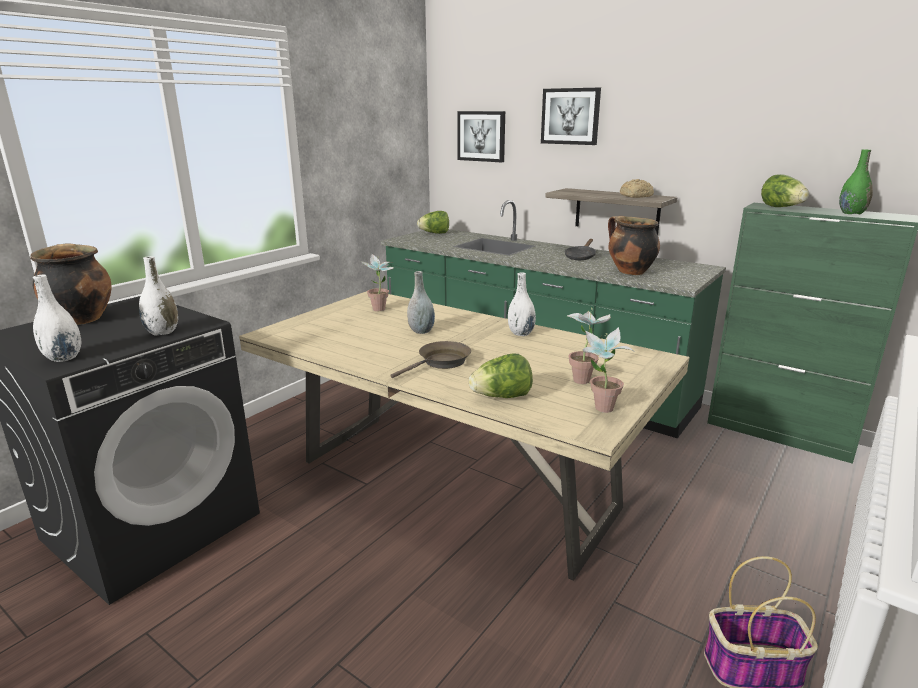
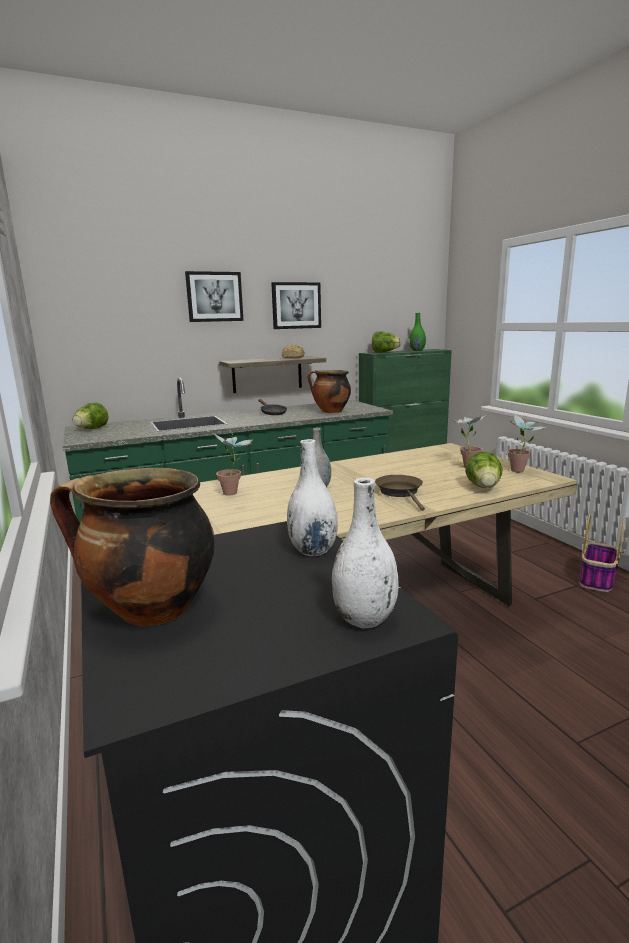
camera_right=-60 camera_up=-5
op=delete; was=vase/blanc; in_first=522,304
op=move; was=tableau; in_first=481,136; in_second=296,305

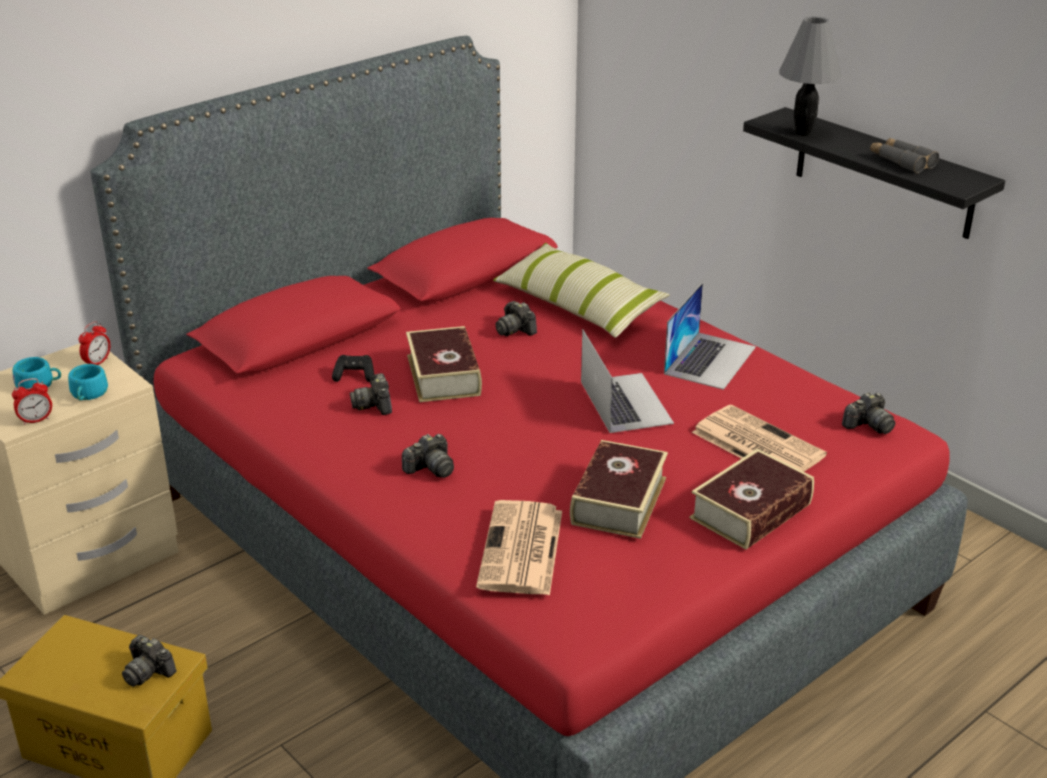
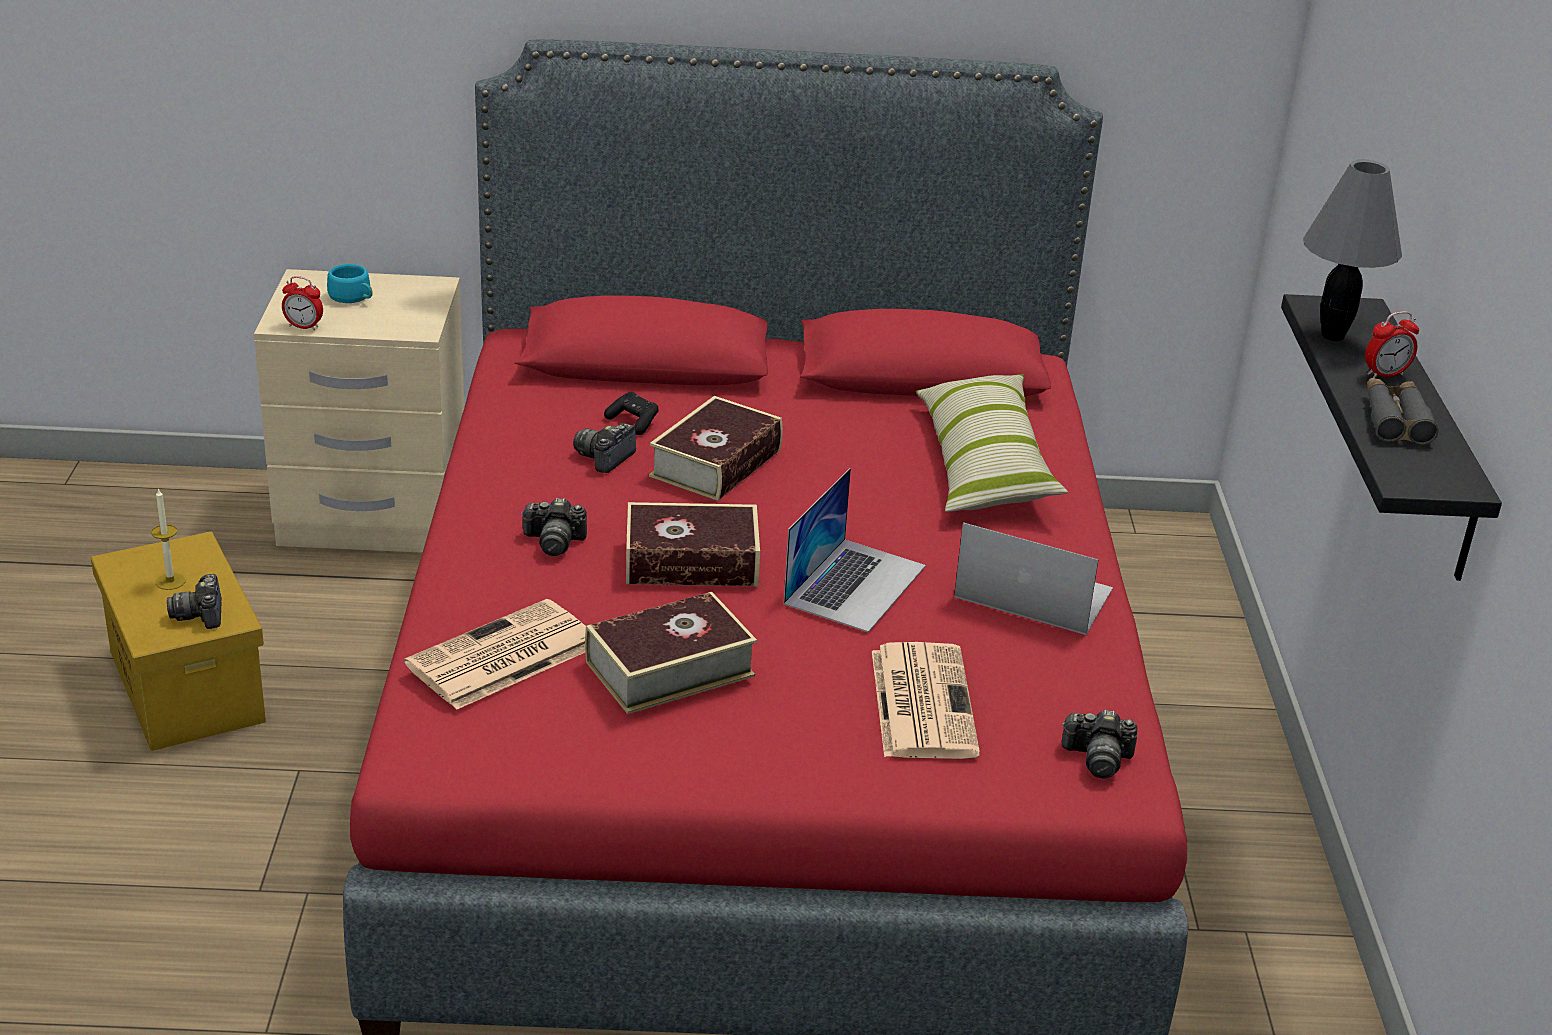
camera_right=40 camera_up=0
op=delete; was=tasse/turquoise; in_first=88,382
op=delete; was=appareil photo; in_first=516,318
op=insert; now=bougie; in_second=168,539
op=move; was=réveil; in_first=94,343; in_second=1392,344
op=move; was=livre; in_first=752,499; in_second=693,544
op=rotate; was=ordinateur portable; in_first=710,336; in_second=1033,578; clockwise=-135

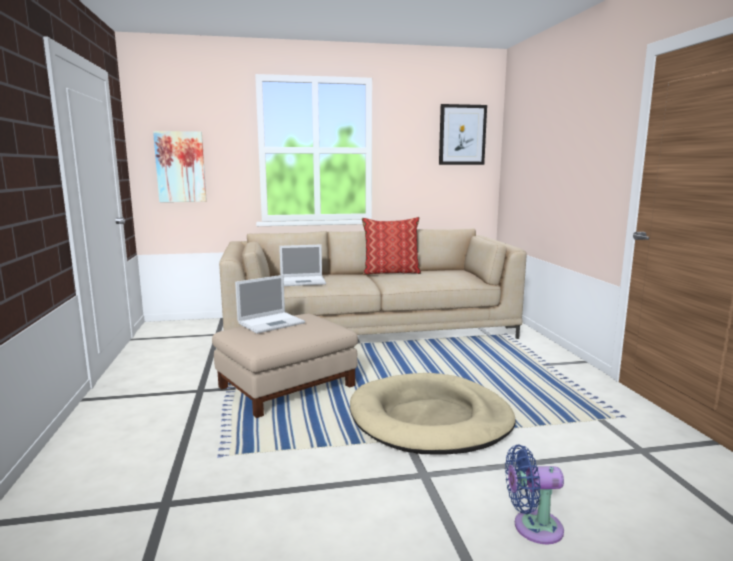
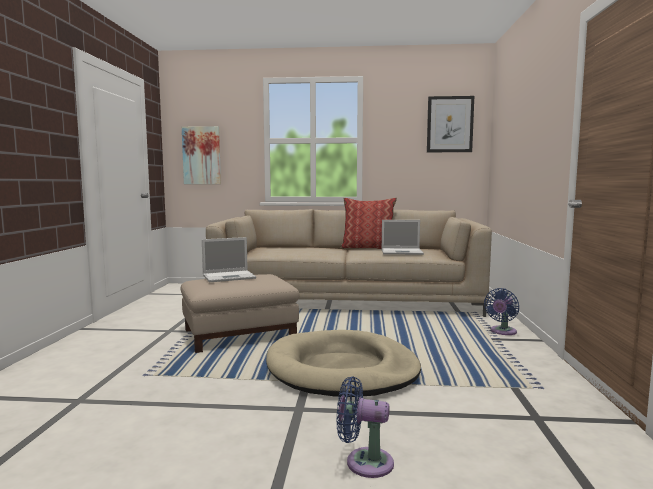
camera_right=15 camera_up=-5
op=insert; now=ventilateur/bleu; in_second=501,311
op=move; was=ordinateur portable; in_first=302,265; in_second=403,237

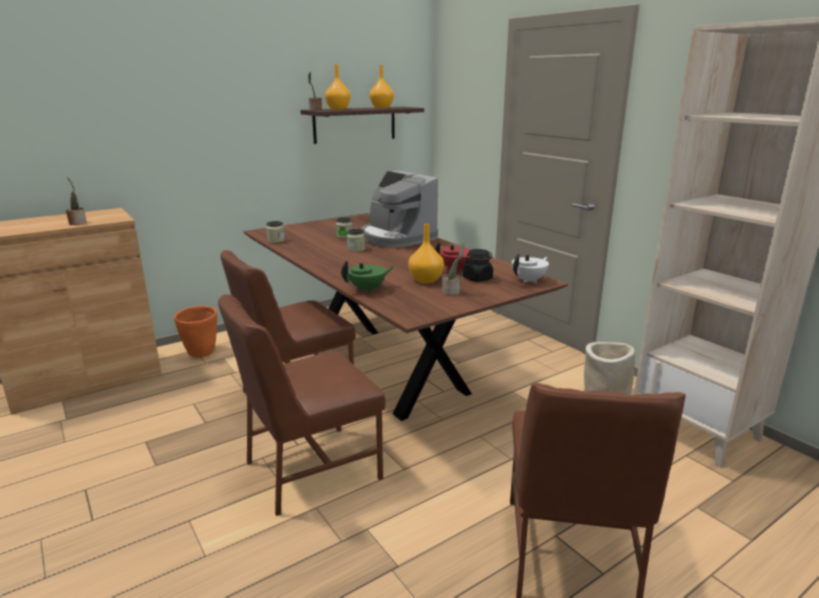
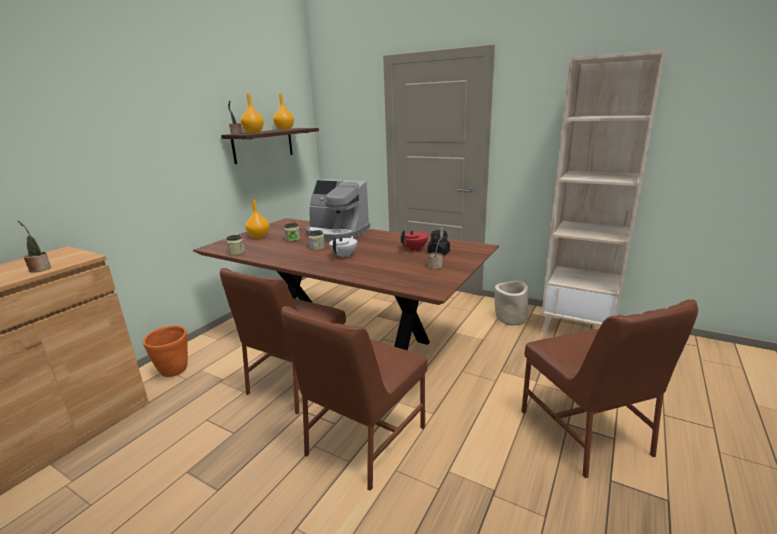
camera_right=-25 camera_up=0
op=delete; was=théière/vert; in_first=367,276
op=move; was=vase/orange; in_first=426,253; in_second=257,219
op=move; was=théière/blanc; in_first=530,268; in_second=343,247

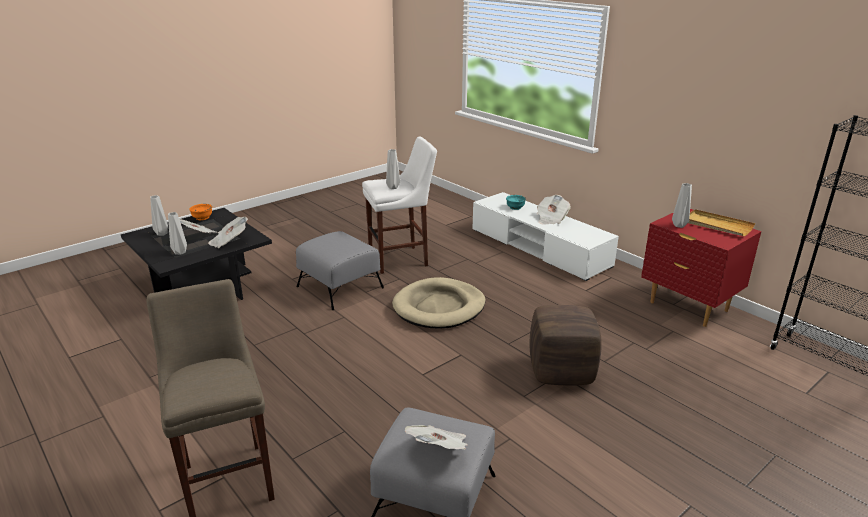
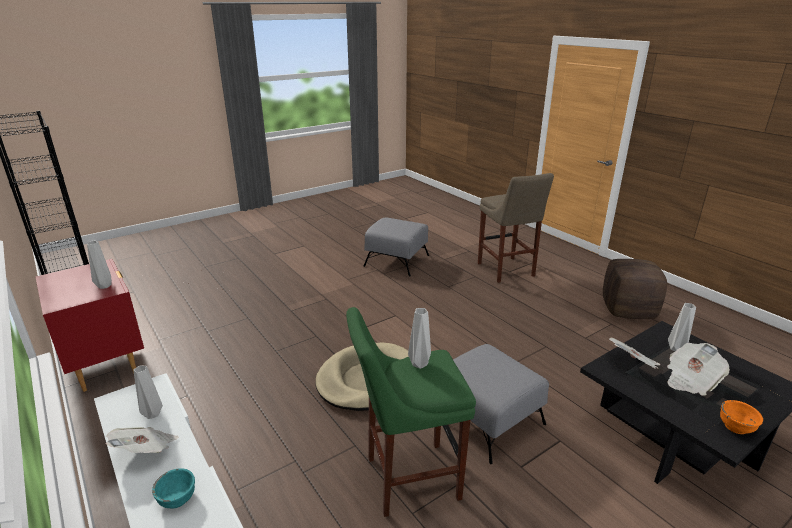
camera_right=-175 camera_up=0
op=delete; was=journal; in_first=436,437
op=delete; was=plateau/beige; in_first=721,223
op=move; was=vase/gris; in_first=159,215; in_second=148,392
op=move; was=pouf/marron; in_first=566,345; in_second=635,289
op=recolor; was=tabouret/blanc; now=tabouret/vert; in_first=399,205; in_second=411,412

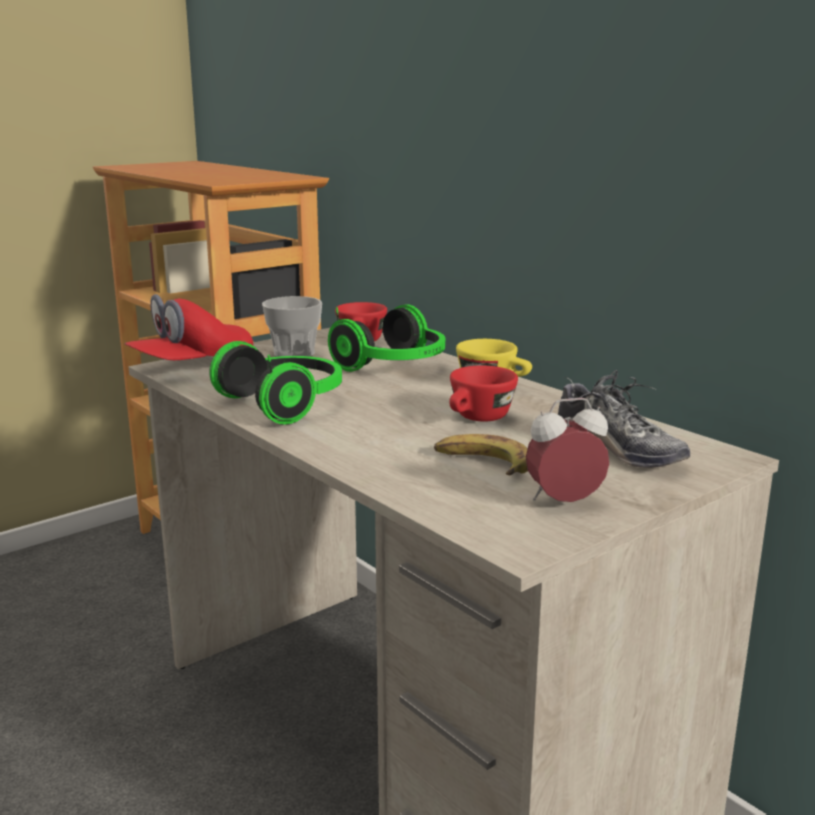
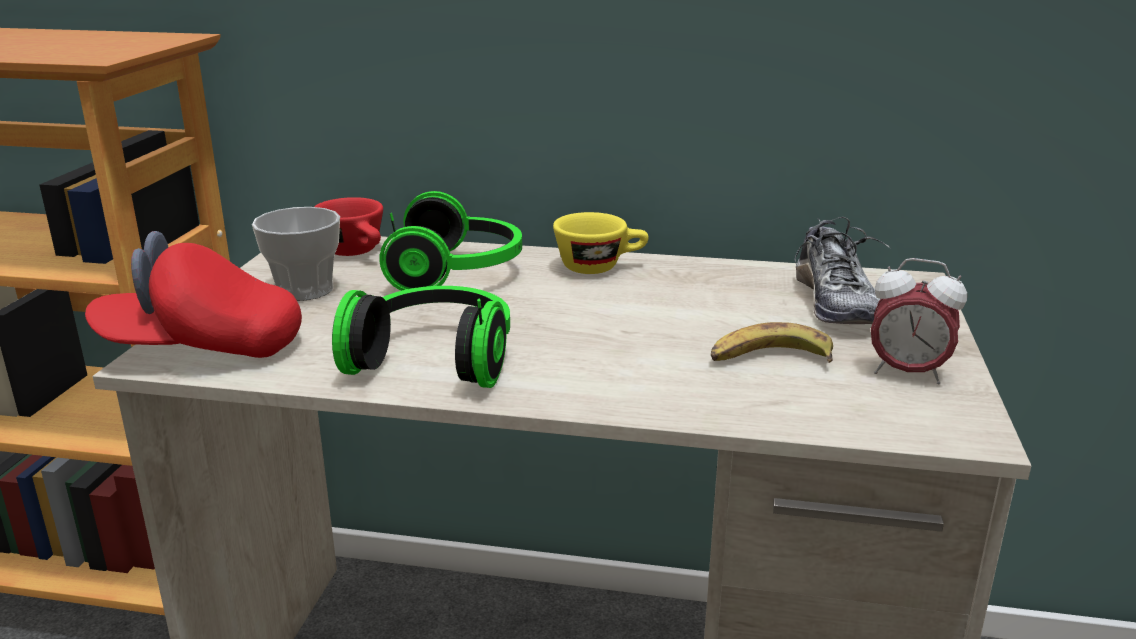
camera_right=-40 camera_up=5
op=delete; was=tasse/rouge; in_first=483,394
op=rotate; was=casquette/rouge; in_first=189,327; in_second=193,294; clockwise=75
op=rotate; was=réveil; in_first=567,450; in_second=919,321; clockwise=-105
op=rotate; was=chaussure; in_first=624,419; in_second=842,270; clockwise=75

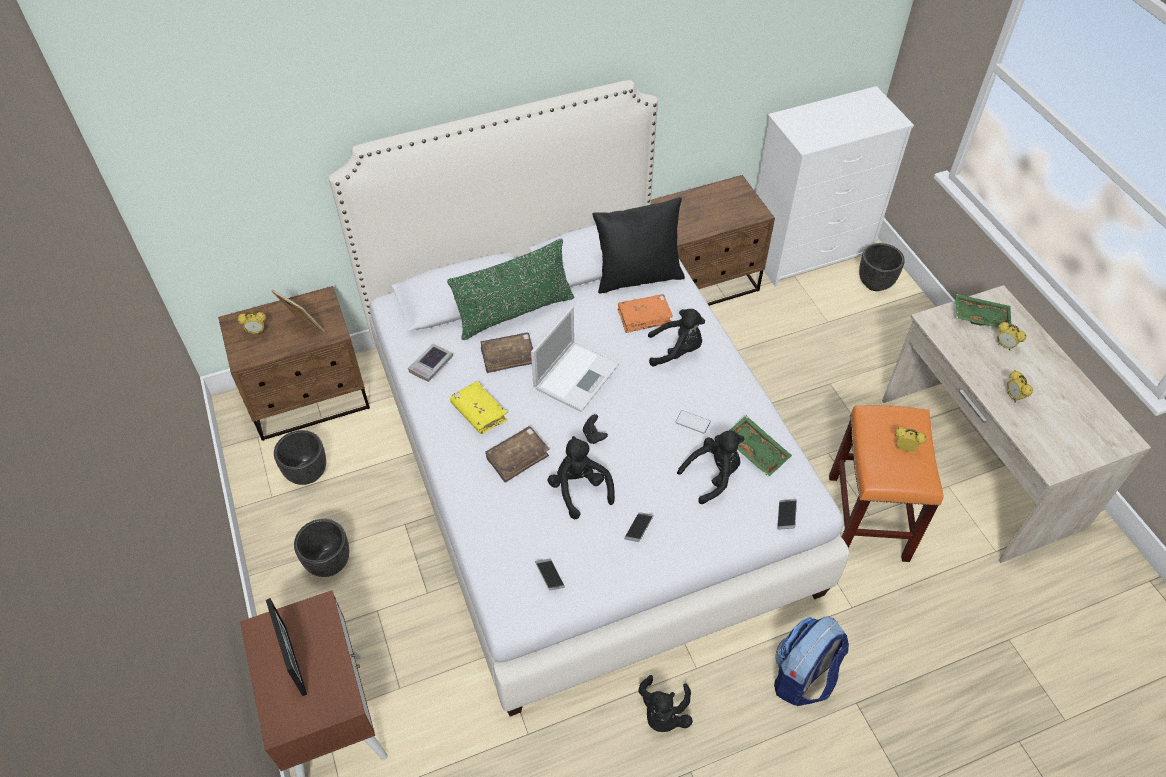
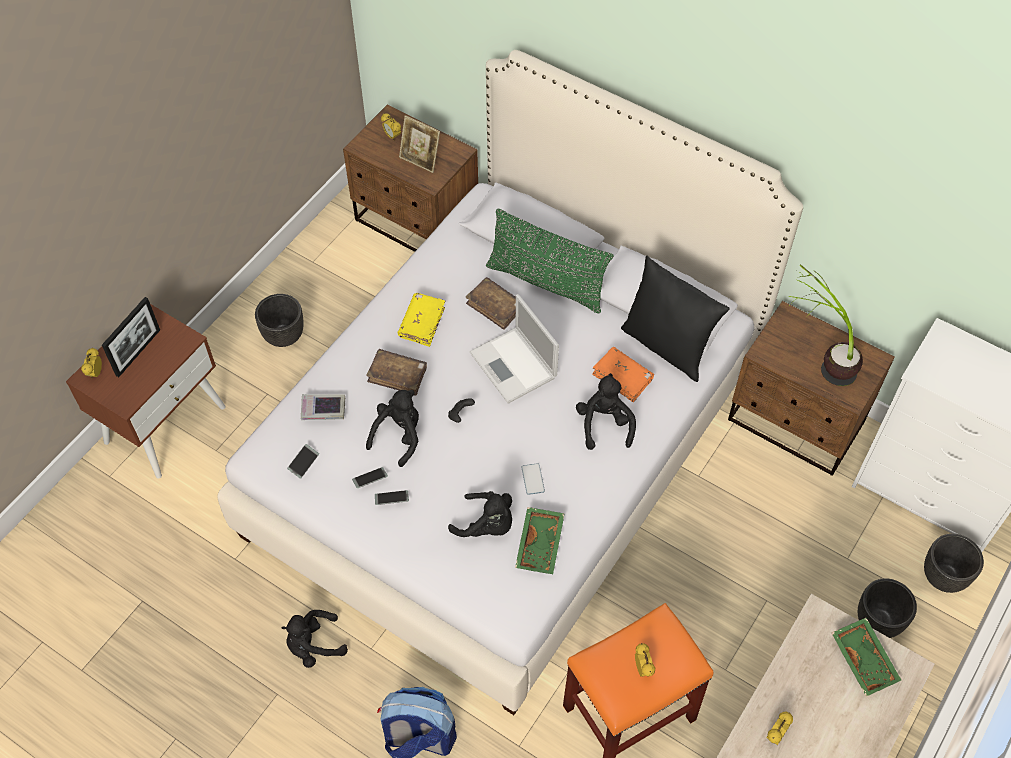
camera_right=55 camera_up=5
op=insert; now=plante en pot; in_second=825,325
op=move; was=cache-pot/noir; in_first=300,457; in_second=887,608
op=move; was=livre; in_first=430,362; in_second=323,407
op=move; was=téléphone; in_first=787,514; in_second=370,477
op=move; was=réveil; in_first=1012,336; in_second=91,363
op=rotate; was=cadre photo; in_first=298,311; in_second=419,144; clockwise=120
op=rotate; was=ordinateur portable; in_first=575,359; in_second=514,349; clockwise=60
op=rotate; was=peluche/noir; in_first=676,338; in_second=606,411; clockwise=-150

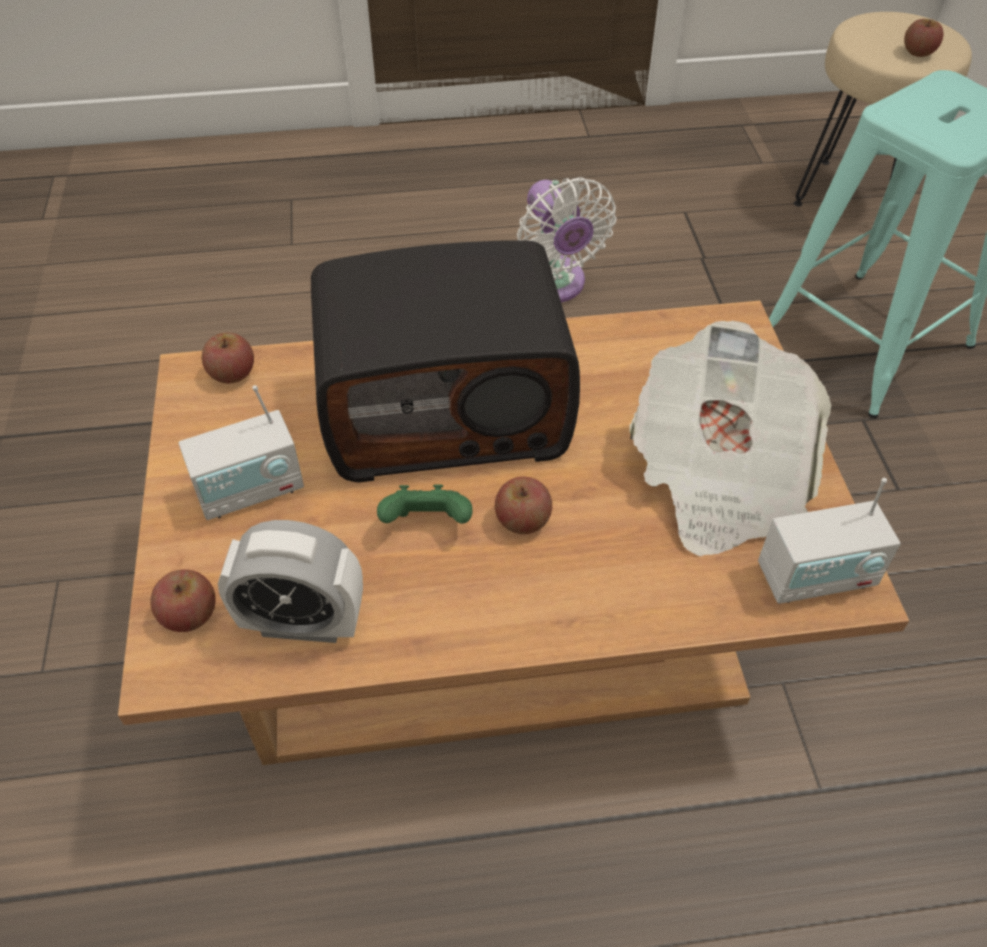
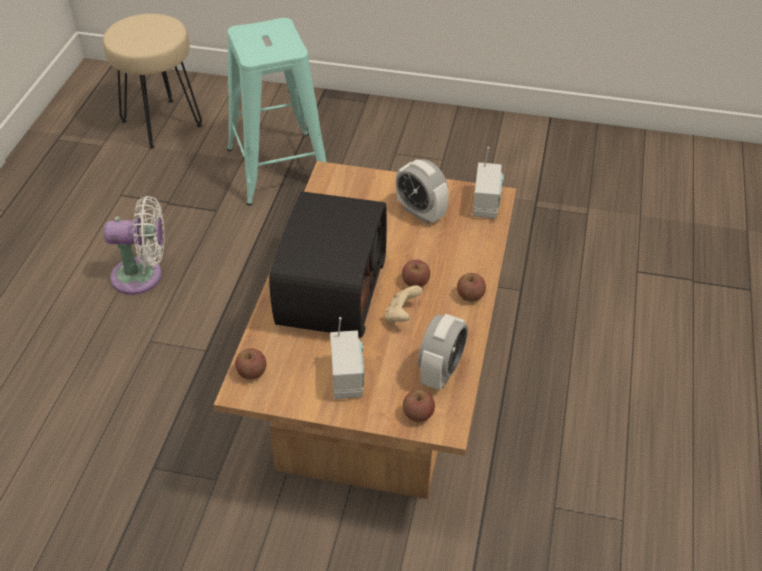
camera_right=-70 camera_up=-5
op=move; was=pomme; in_first=923,38; in_second=471,287
op=replace; was=journal; now=réveil; in_first=730,438; in_second=422,191
op=recolor; was=manette/vert; now=manette/beige; in_first=425,504; in_second=404,304

